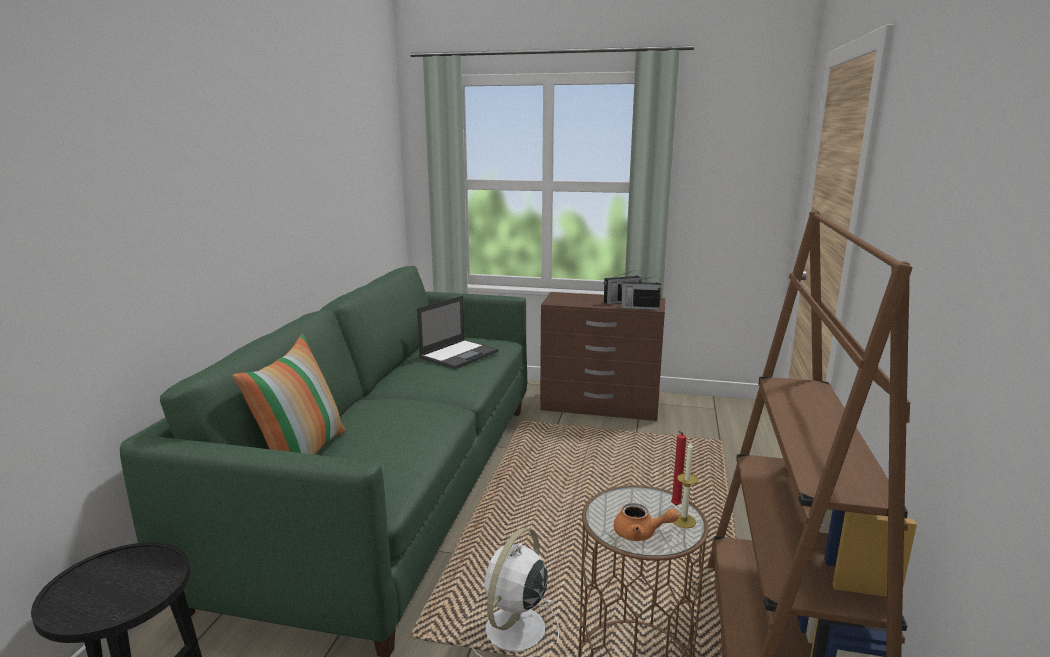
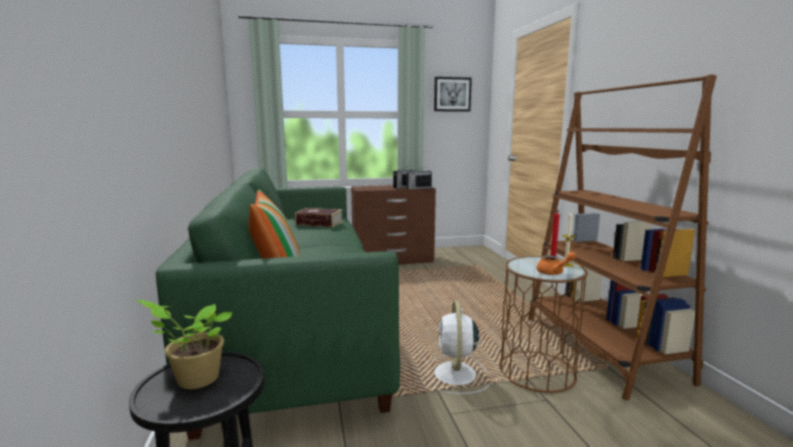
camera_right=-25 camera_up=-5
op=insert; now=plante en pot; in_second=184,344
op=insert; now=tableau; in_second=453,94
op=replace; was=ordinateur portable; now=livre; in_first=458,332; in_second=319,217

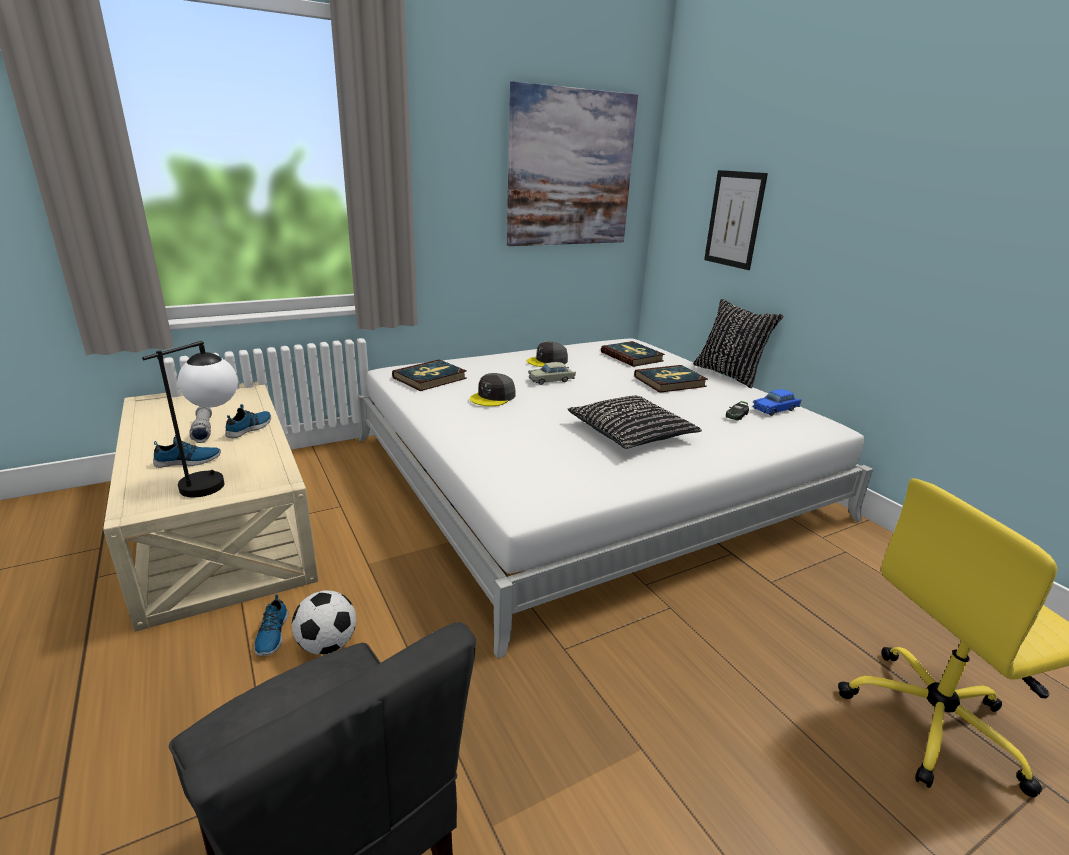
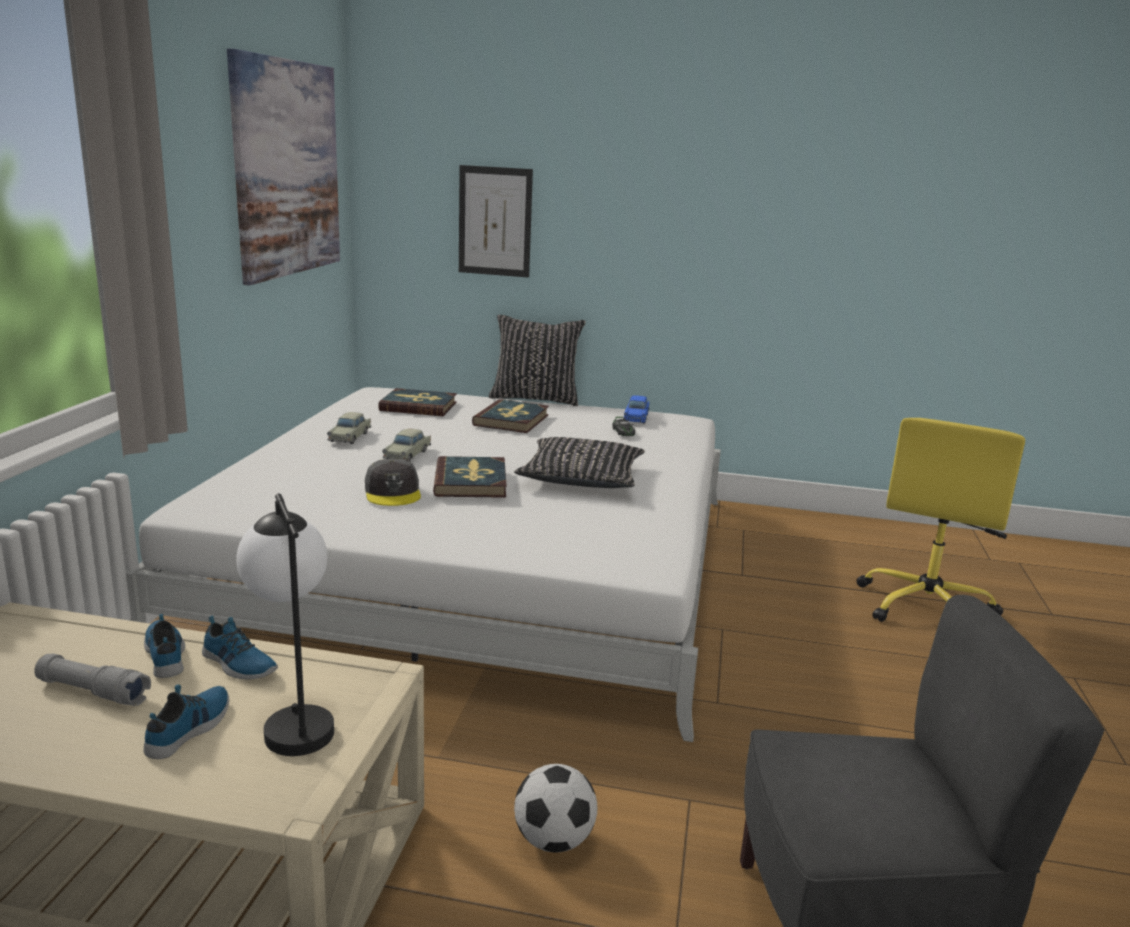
camera_right=-50 camera_up=-5
op=move; was=chaussure; in_first=271,625; in_second=240,647
op=move; was=livre; in_first=429,375; in_second=470,477
op=replace; was=casquette/gris; now=petite voiture/beige; in_first=547,354; in_second=349,428

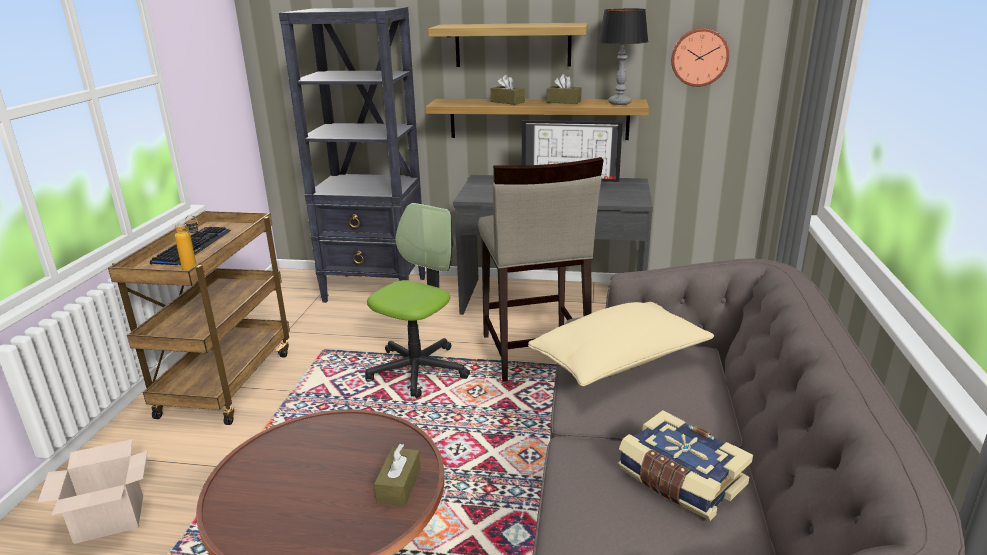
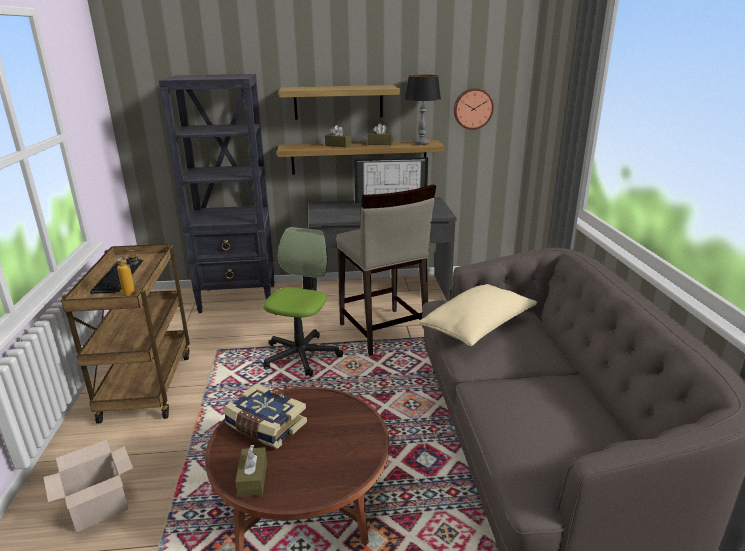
camera_right=-15 camera_up=0
op=move; was=boîte à mouchoirs/marron; in_first=397,475; in_second=251,471
op=move; was=livre; in_first=685,465; in_second=265,416

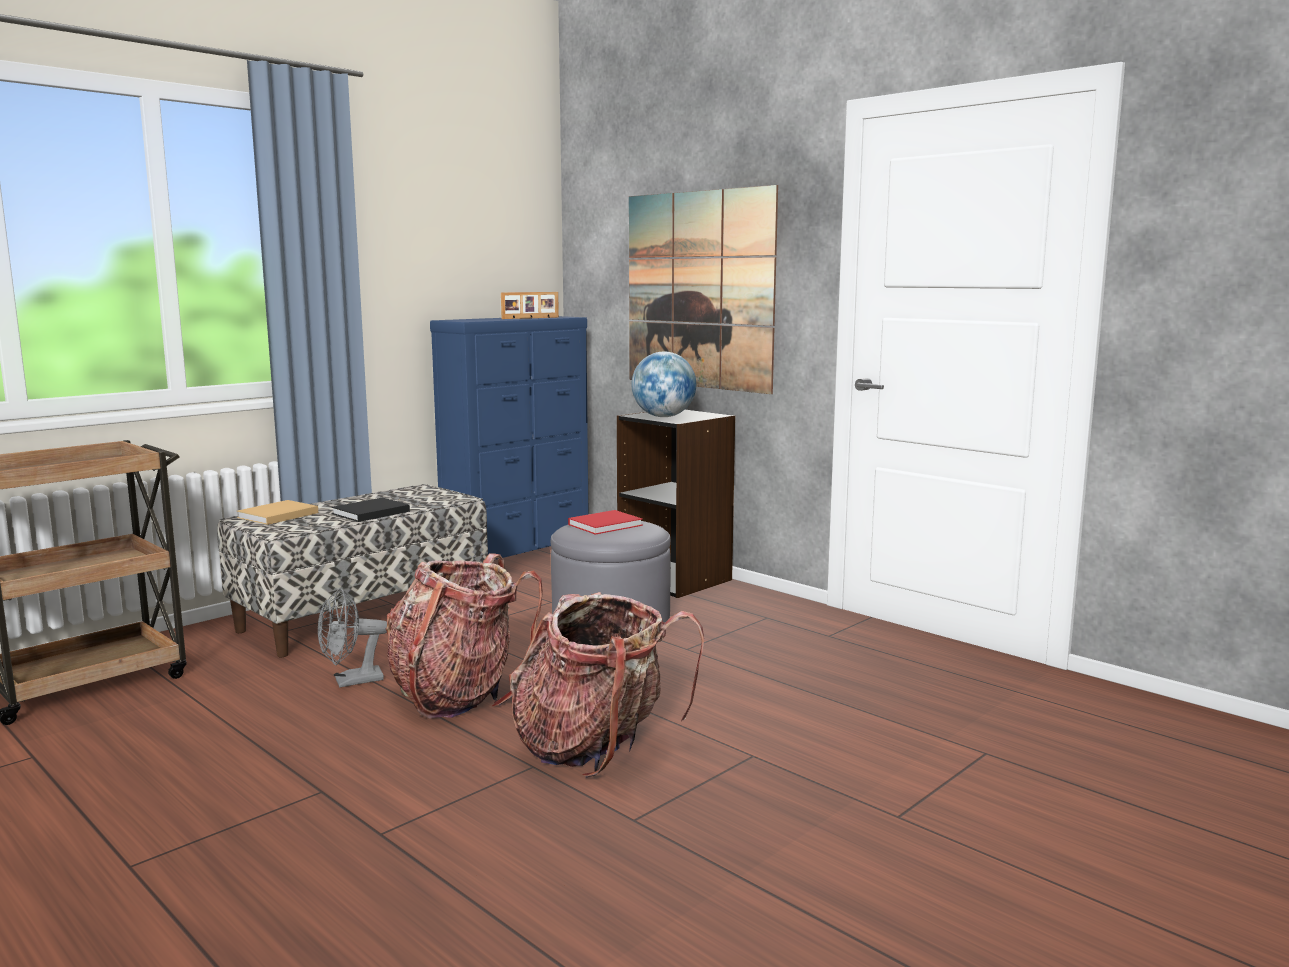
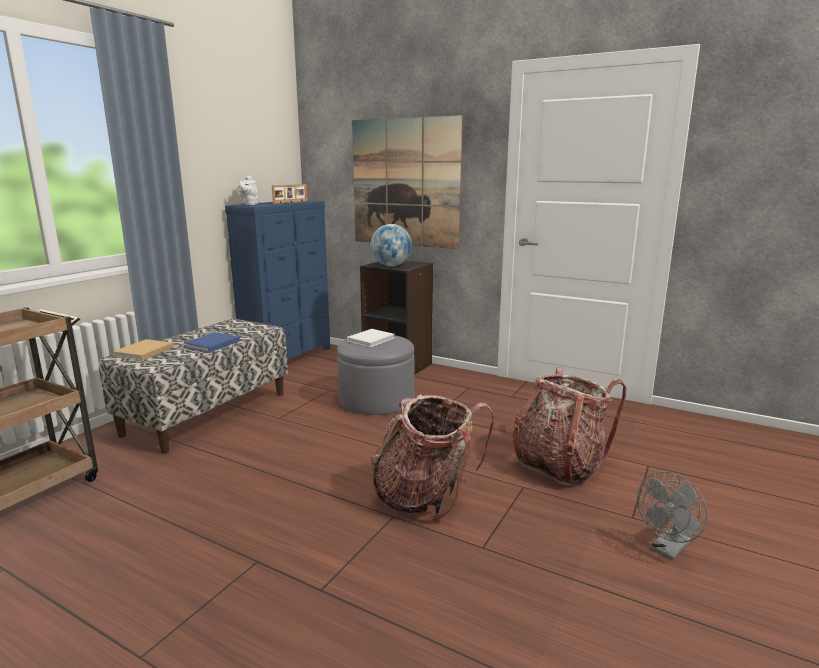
camera_right=-15 camera_up=5
op=insert; now=théière/blanc; in_second=247,190
op=move; was=ventilateur/gris; in_first=352,637; in_second=672,515
op=move; was=sac à dos; in_first=464,636; in_second=569,426
op=recolor; was=livre/noir; now=livre/bleu; in_first=370,509; in_second=212,342
op=recolor; was=livre/rouge; now=livre/blanc; in_first=605,522; in_second=370,338

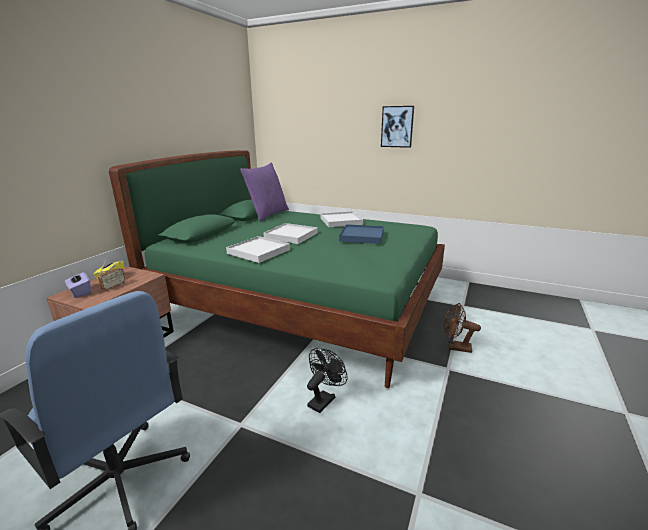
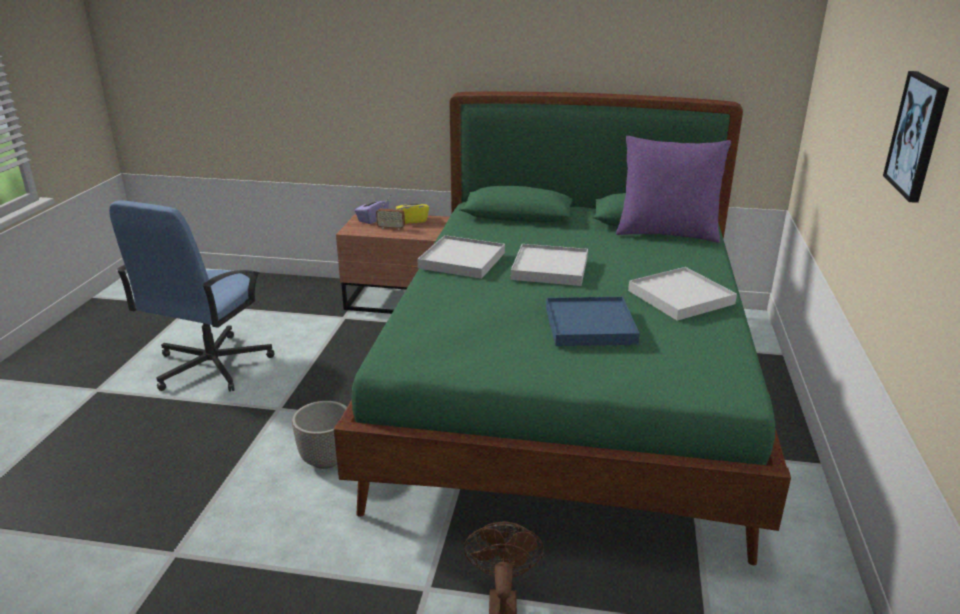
camera_right=75 camera_up=5
op=replace; was=ventilateur/noir; now=cache-pot; in_first=327,380; in_second=319,435

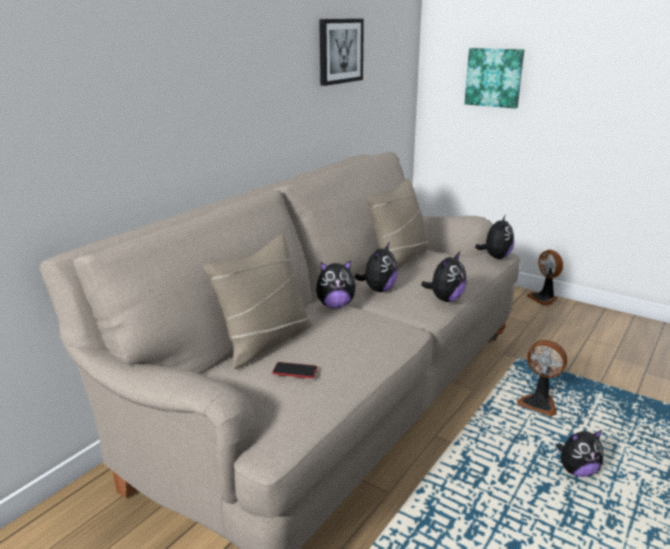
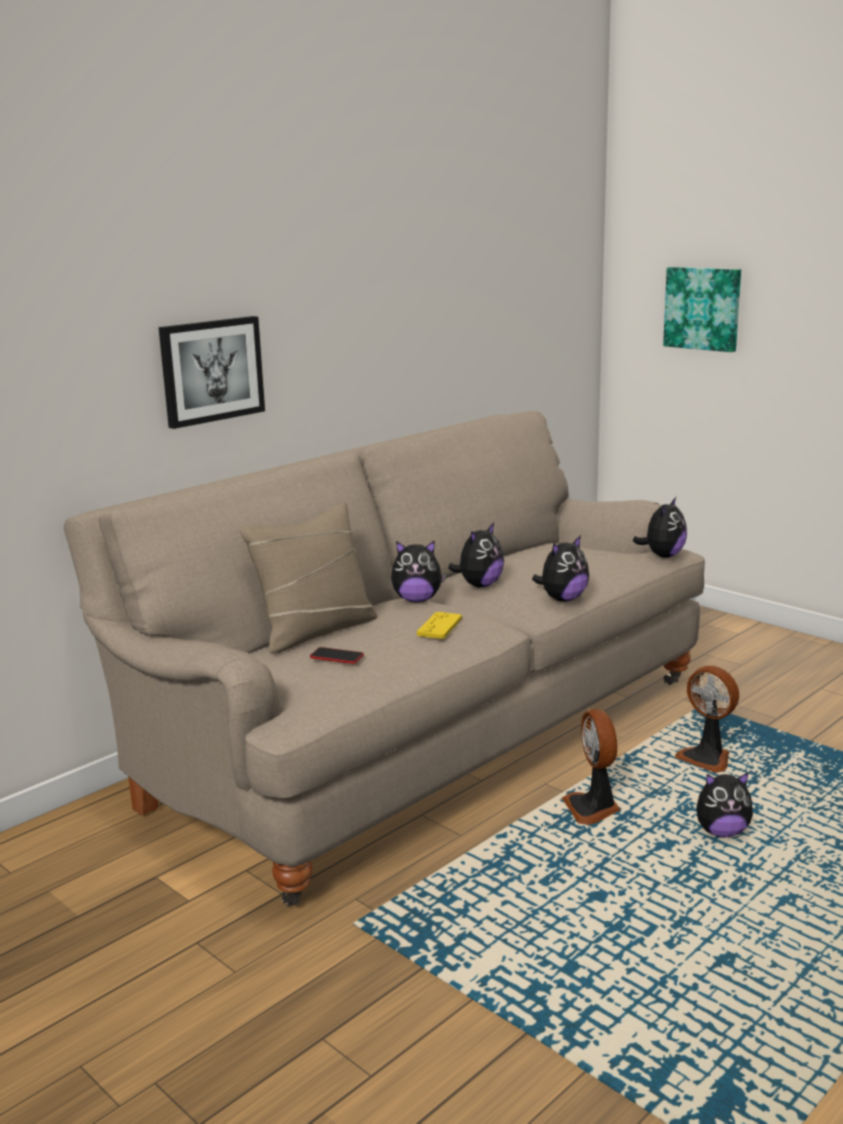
camera_right=10 camera_up=-5
op=delete; was=coussin/beige; in_first=398,223
op=insert; now=manette/jaune; in_second=439,625
op=move; was=tableau; in_first=341,52; in_second=212,372
op=move; was=ventilateur; in_first=544,278; in_second=591,767

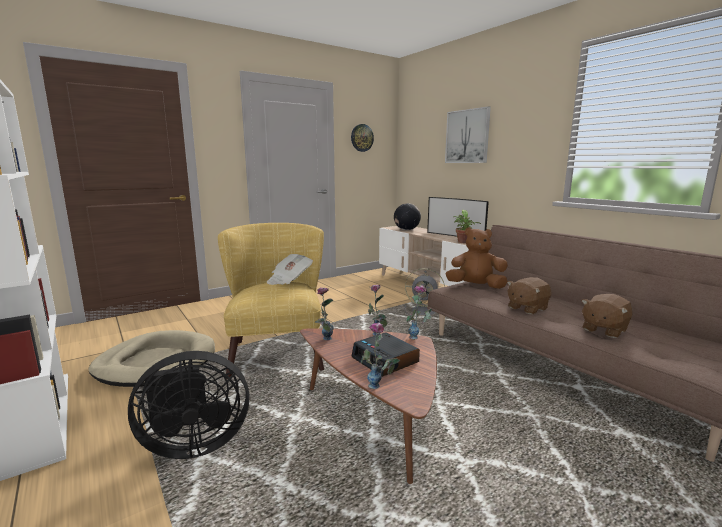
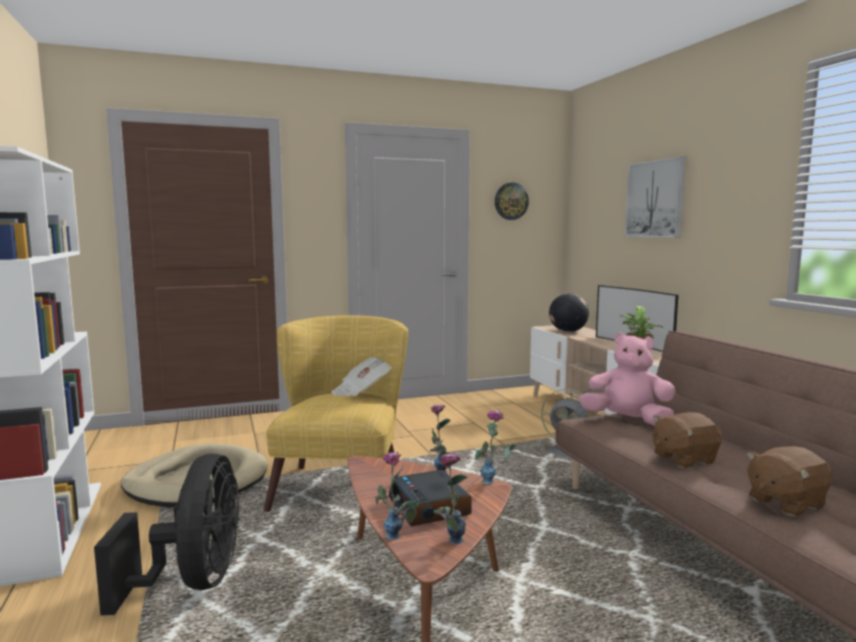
camera_right=15 camera_up=-5
op=move; was=vase; in_first=324,313; in_second=450,499
op=recolor; was=peluche/marron; now=peluche/rose; in_first=476,258; in_second=627,379
op=rotate; was=ventilateur/noir; in_first=188,405; in_second=167,534; clockwise=-90

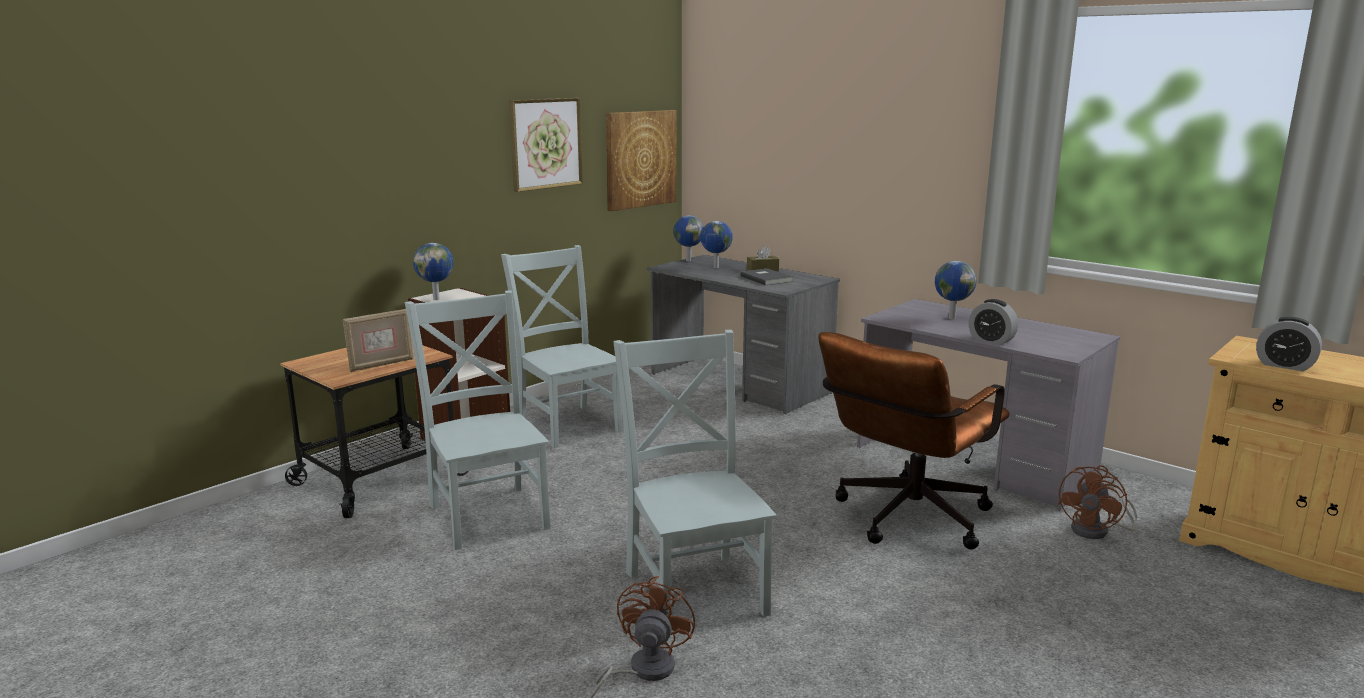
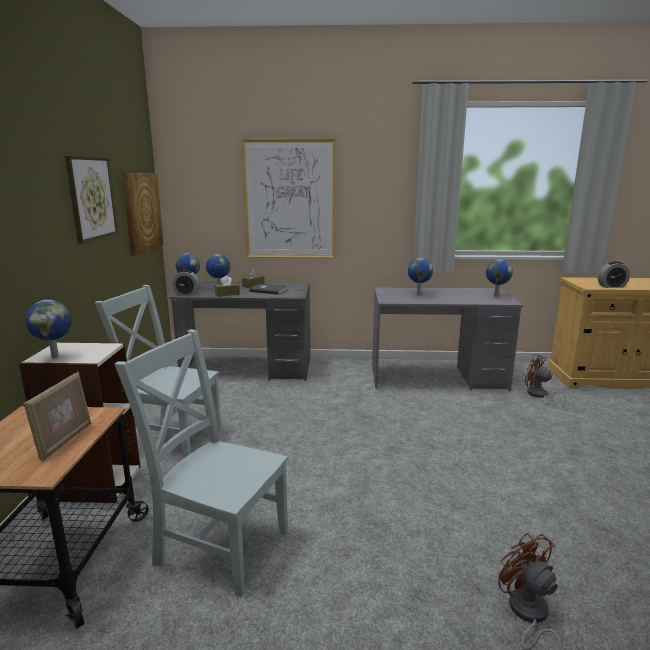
camera_right=-40 camera_up=0
op=delete; was=chaise/gris; in_first=695,473
op=delete; was=chaise de bureau/marron; in_first=914,441
op=insert; now=boîte à mouchoirs/marron; in_second=227,286
op=insert; now=tableau; in_second=288,198
op=insert; now=globe; in_second=499,278
op=move; was=réveil; in_first=993,322; in_second=186,282
op=rotate; was=ventilateur/marron; in_first=1097,502; in_second=545,381; clockwise=135

